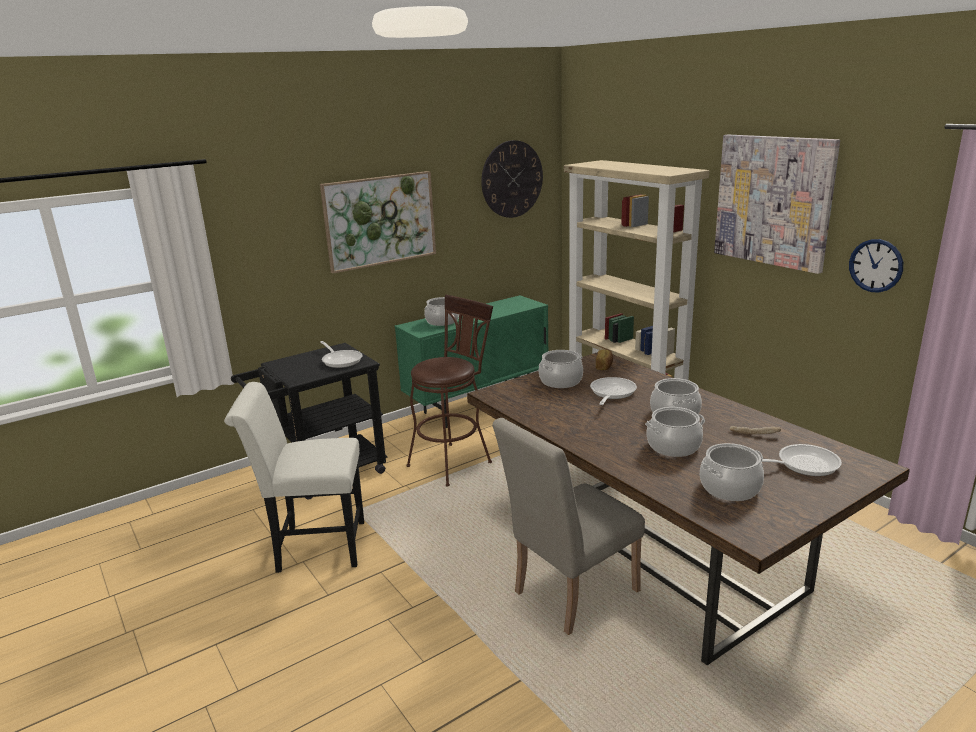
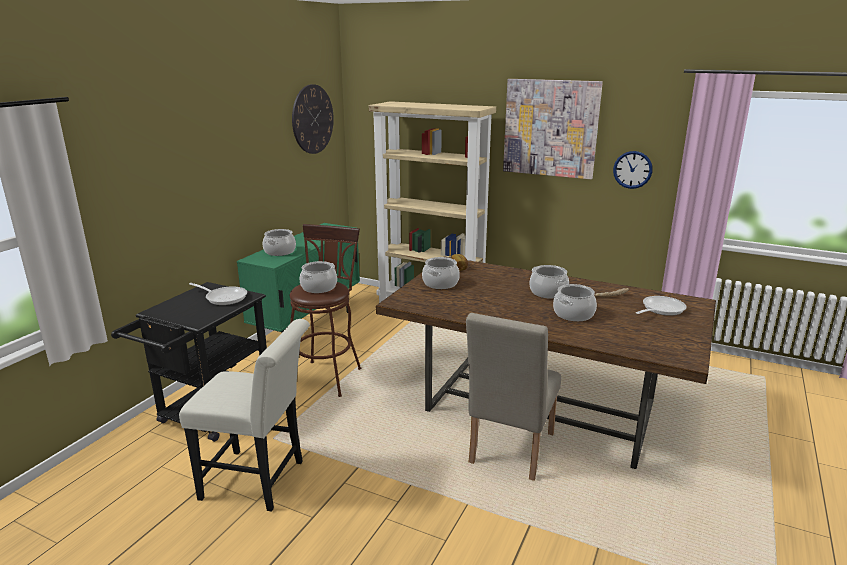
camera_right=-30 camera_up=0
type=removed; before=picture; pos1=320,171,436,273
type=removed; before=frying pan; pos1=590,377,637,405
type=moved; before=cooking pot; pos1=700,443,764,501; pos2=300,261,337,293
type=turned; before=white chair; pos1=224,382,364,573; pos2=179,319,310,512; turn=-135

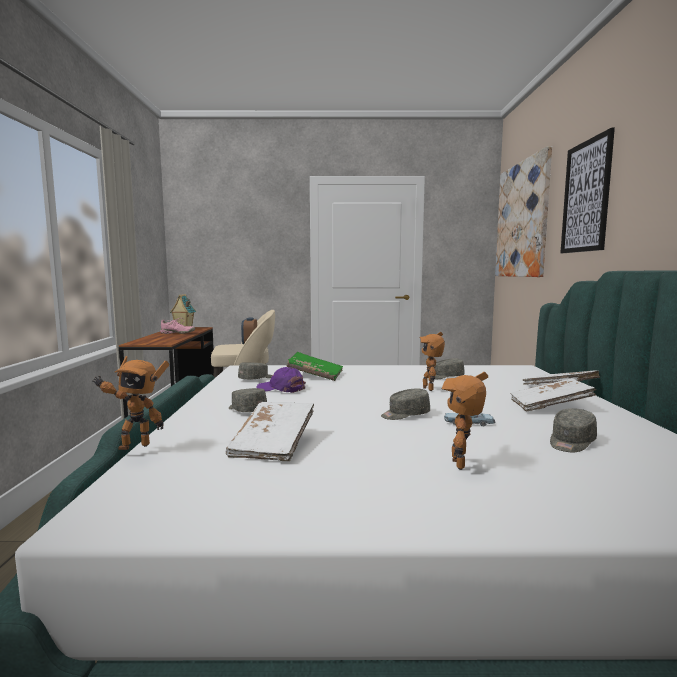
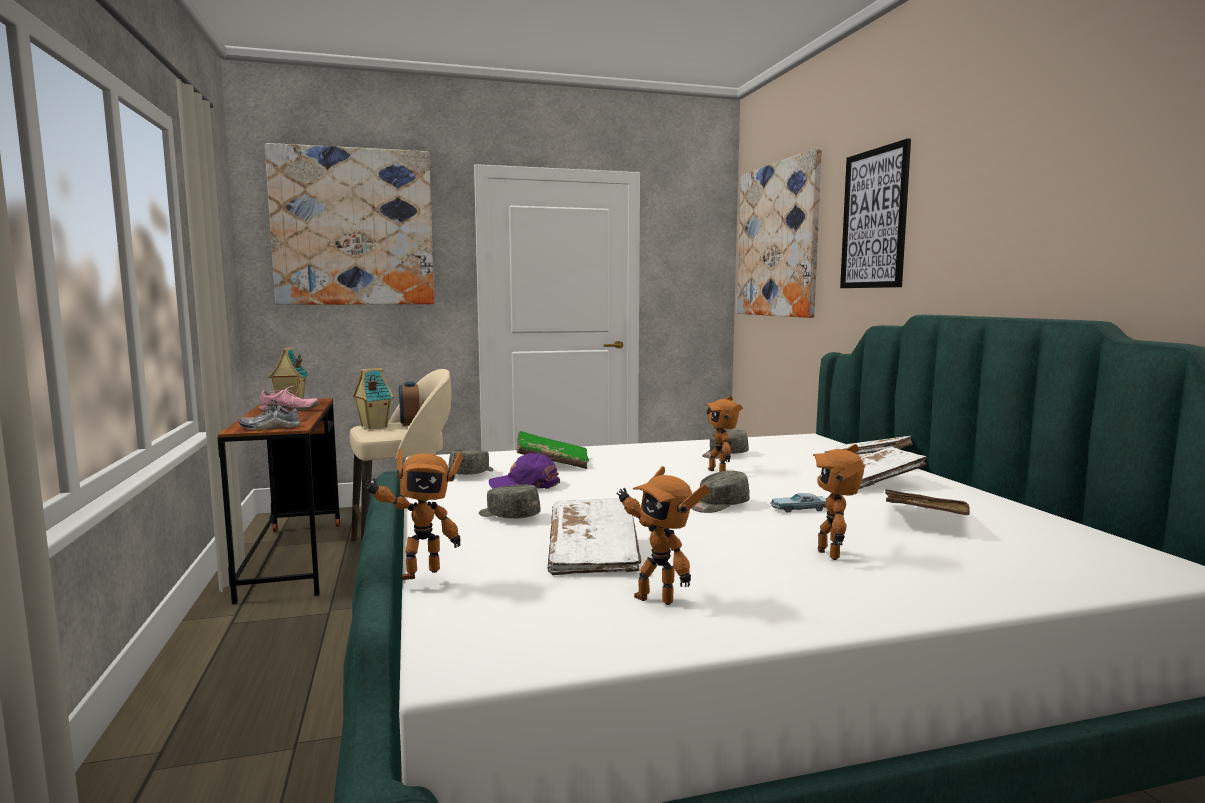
camera_right=-15 camera_up=0
type=added; after=shoe; pos2=239,400,300,430
type=added; after=picture; pos2=265,143,434,305
type=added; after=toy house; pos2=352,368,394,429
type=added; after=toy robot; pos2=617,466,710,605
type=replaced; before=grey cap; after=white book; pos1=550,408,597,452; pos2=885,489,970,515

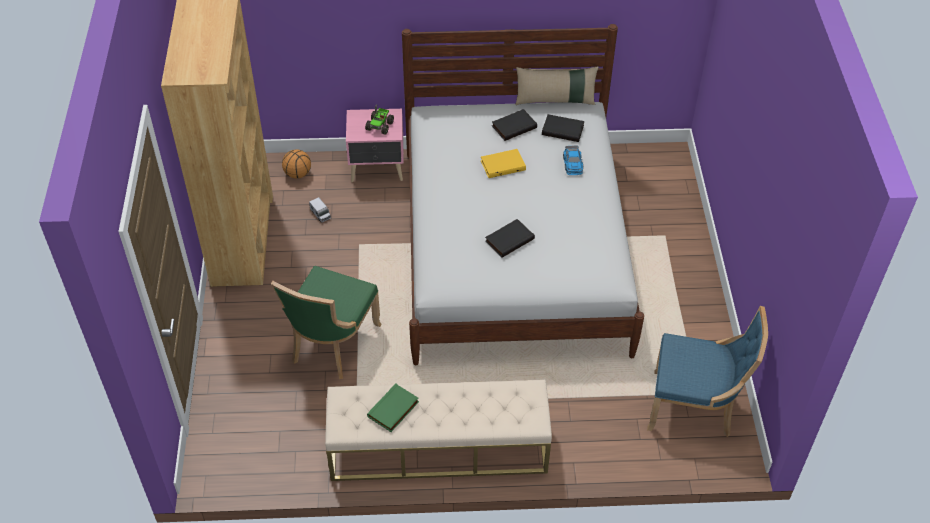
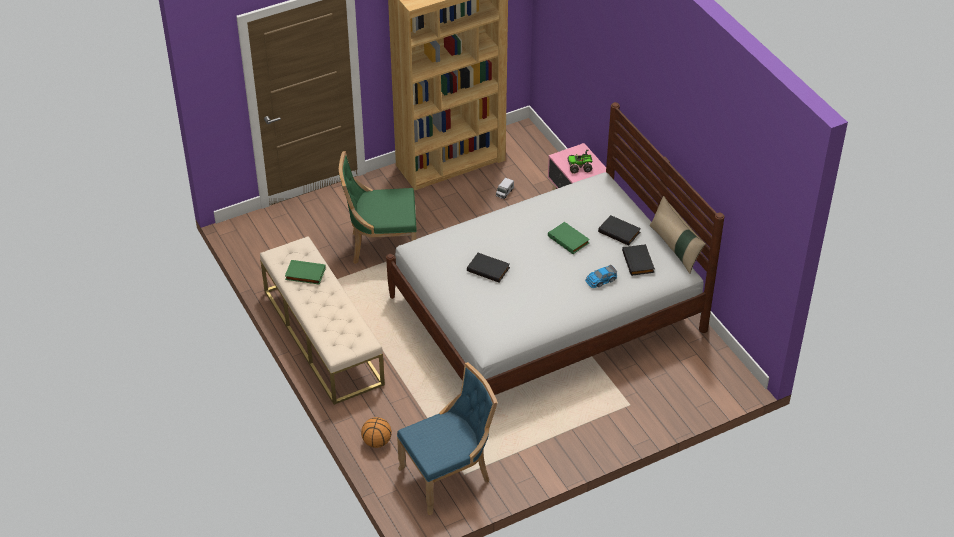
camera_right=65 camera_up=-5
type=moved; before=basketball; pos1=282,150,311,178; pos2=361,417,392,448
type=recoloured; before=yellow book; after=green book; pos1=481,149,526,178; pos2=548,222,590,254
type=turned; before=blue chair; pos1=647,306,768,437; pos2=397,362,498,515; turn=-105

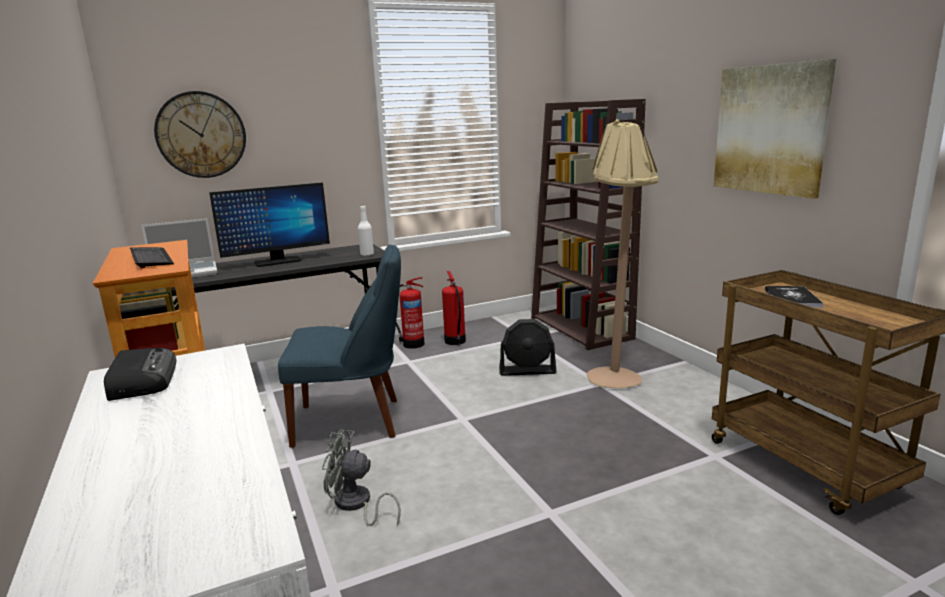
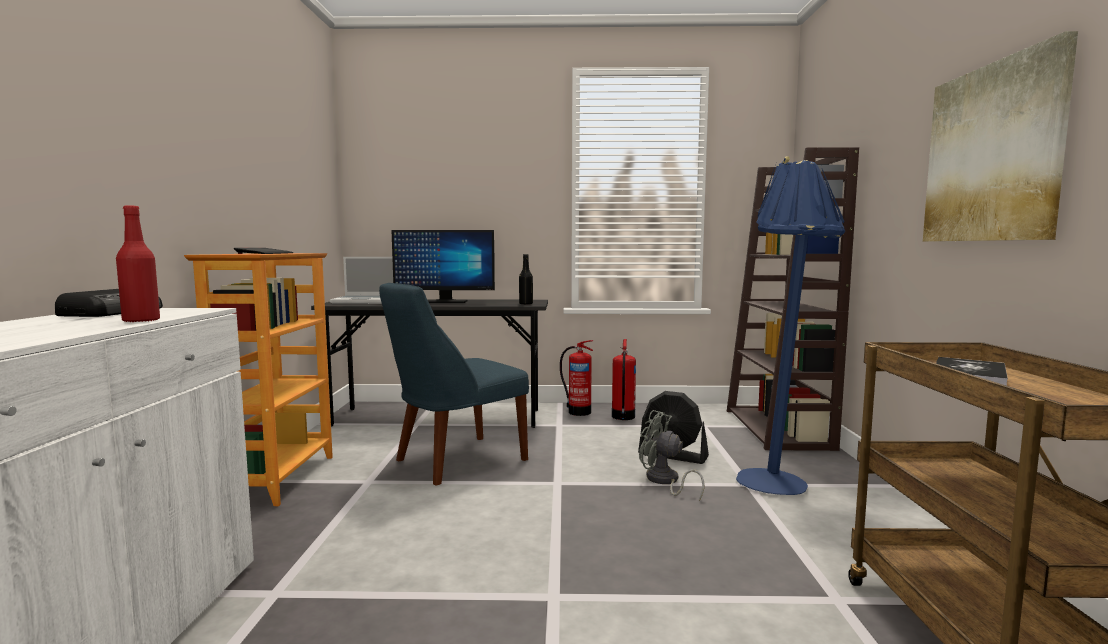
camera_right=25 camera_up=-10
type=removed; before=wall clock; pos1=154,91,246,178
type=added; after=red bottle; pos2=116,205,160,322
type=moved; before=grey fan; pos1=322,430,401,526; pos2=639,410,705,501
type=recoloured; before=white bottle; after=black bottle; pos1=358,205,374,256; pos2=519,254,533,304
type=recoloured; before=beige floor lamp; after=blue floor lamp; pos1=587,119,659,388; pos2=736,156,845,495
type=turned; before=blue chair; pos1=278,245,401,448; pos2=379,283,529,485; turn=120

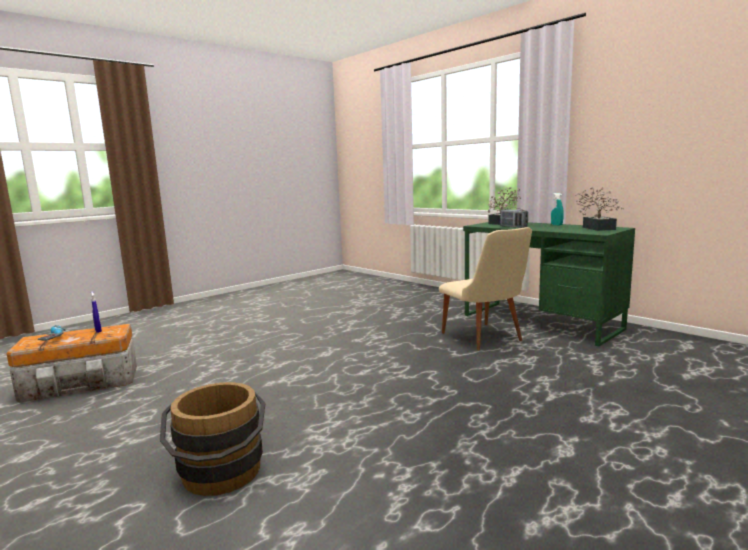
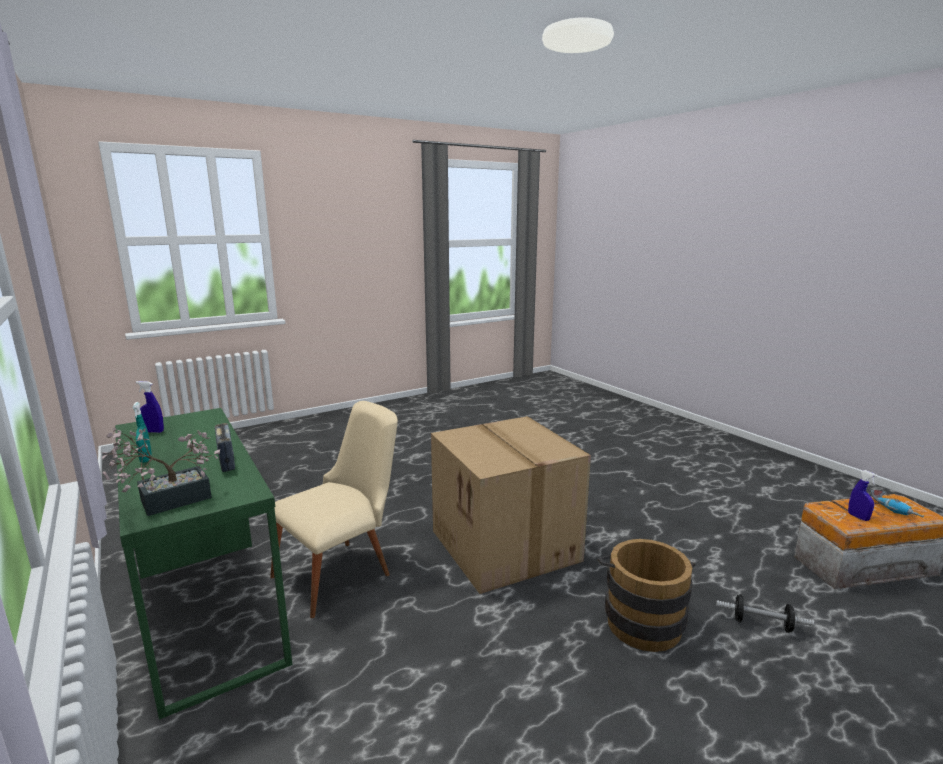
camera_right=-170 camera_up=5
type=added; after=cardboard box; pos2=431,416,591,594
type=added; after=dumbbell; pos2=716,594,815,633
type=moved; before=brown bucket; pos1=160,382,265,496; pos2=598,539,696,652
type=replaced; before=potted plant; after=blue spray bottle; pos1=575,187,624,231; pos2=136,381,164,433
type=turned; before=beige chair; pos1=439,227,532,351; pos2=270,401,398,618; turn=60

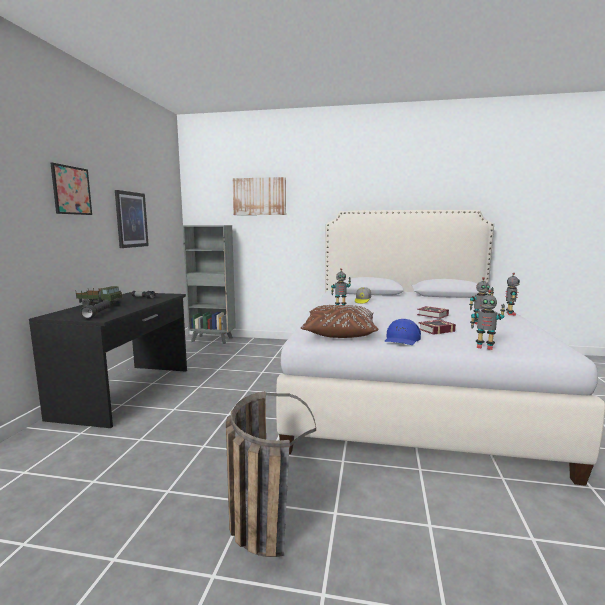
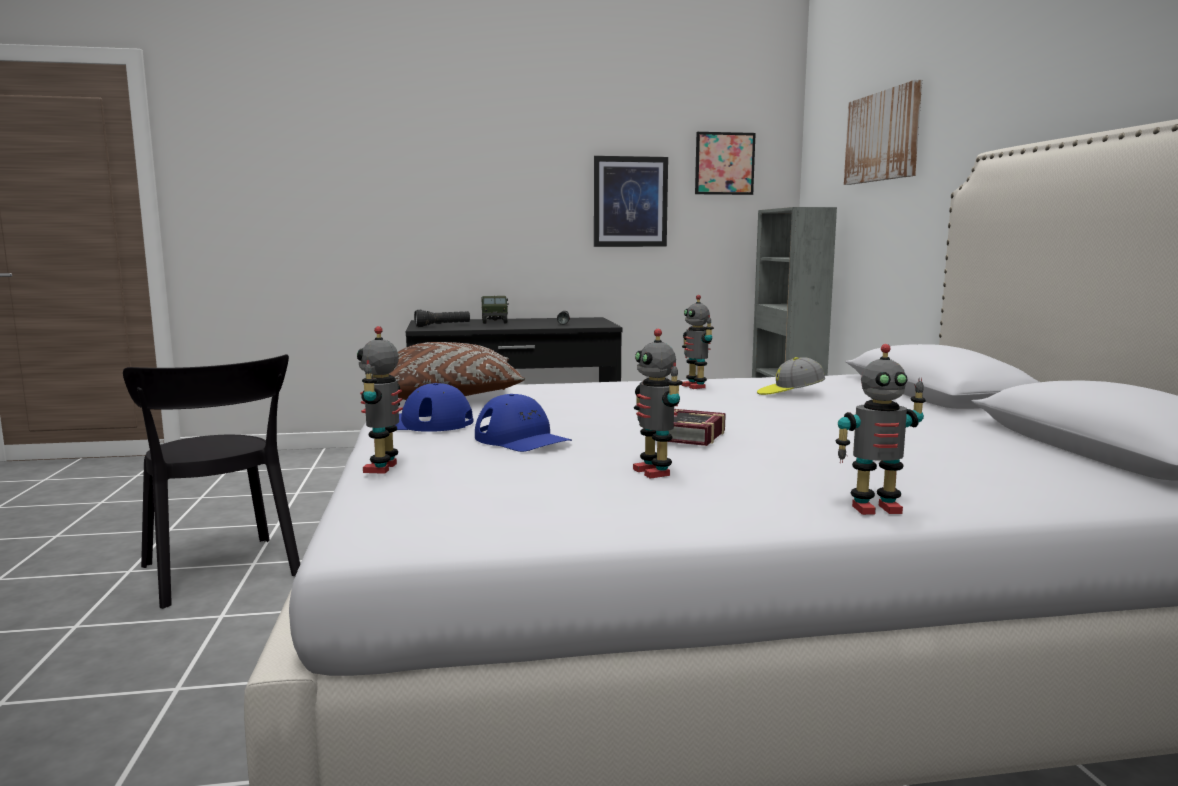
camera_right=70 camera_up=0
type=moved; before=picture; pos1=50,163,92,215; pos2=695,132,756,195
type=replaced; before=basket; after=black chair; pos1=226,391,316,557; pos2=123,354,300,609
type=replaced; before=book; after=blue cap; pos1=418,320,456,335; pos2=475,394,572,452

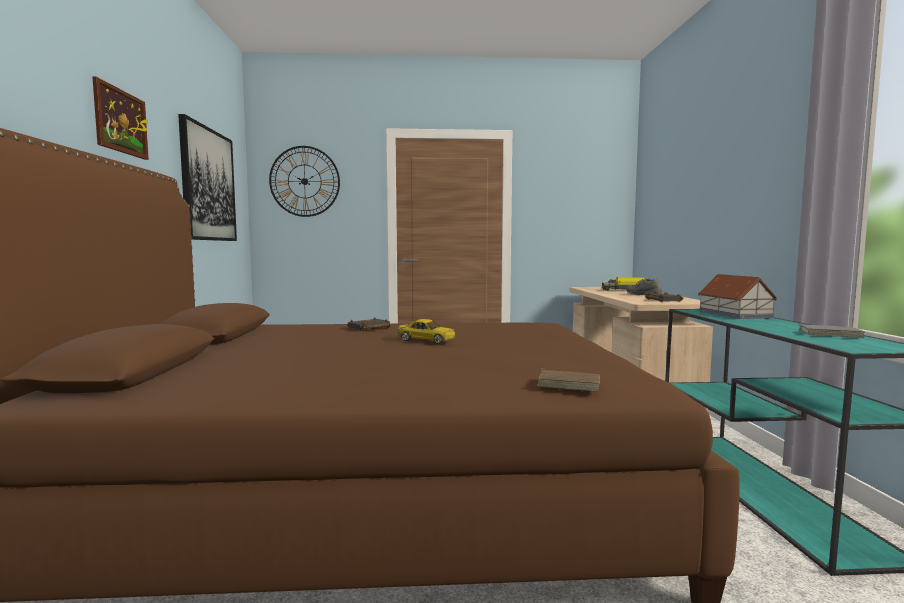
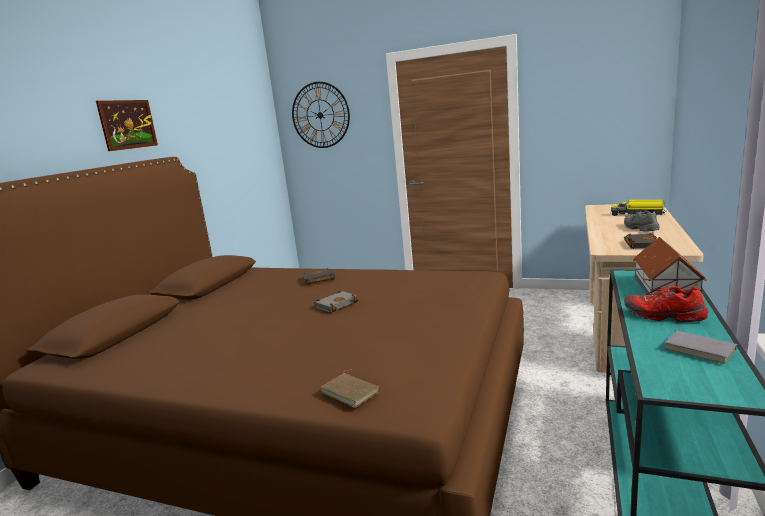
camera_right=25 camera_up=10
type=removed; before=picture; pos1=178,114,237,241
type=added; after=red shoe; pos2=624,285,708,322
type=replaced; before=yellow toy car; after=grey book; pos1=397,319,455,344; pos2=314,290,358,313

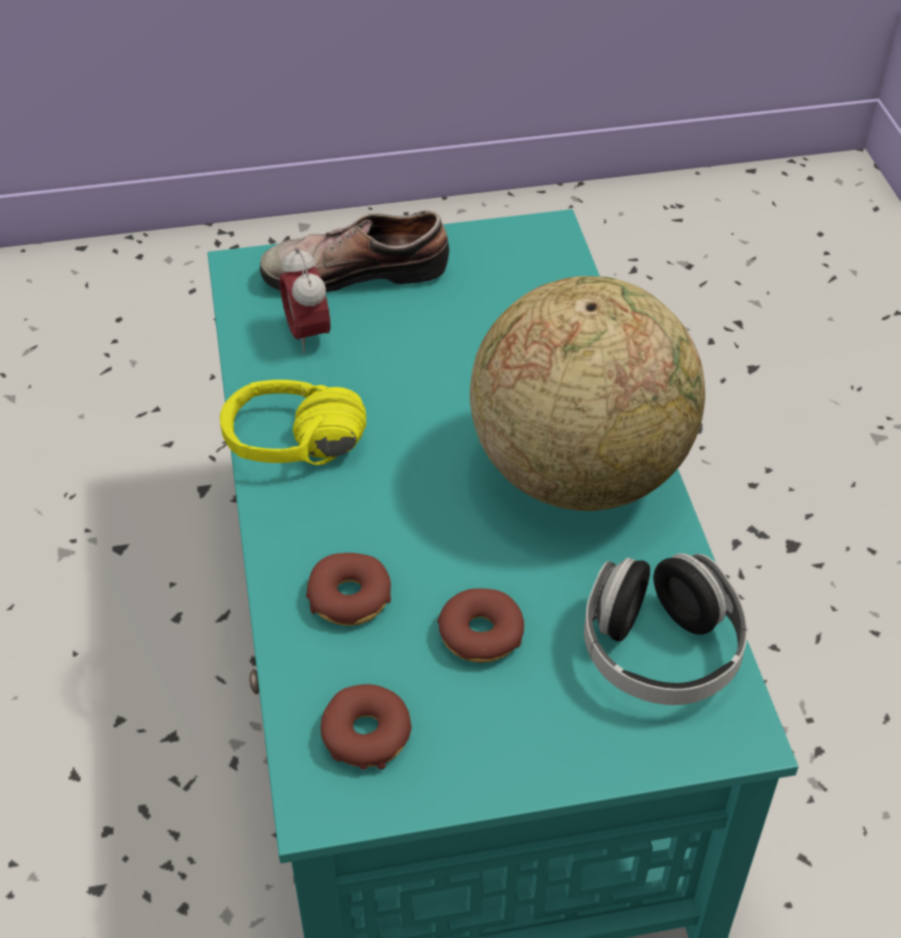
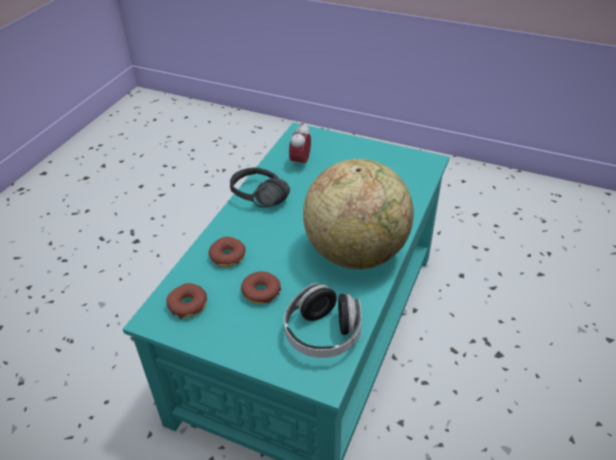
camera_right=35 camera_up=-5
type=removed; before=shoe; pos1=260,210,449,292
type=recoloured; before=yellow headphones; after=black headphones; pos1=220,380,366,465; pos2=230,167,290,208

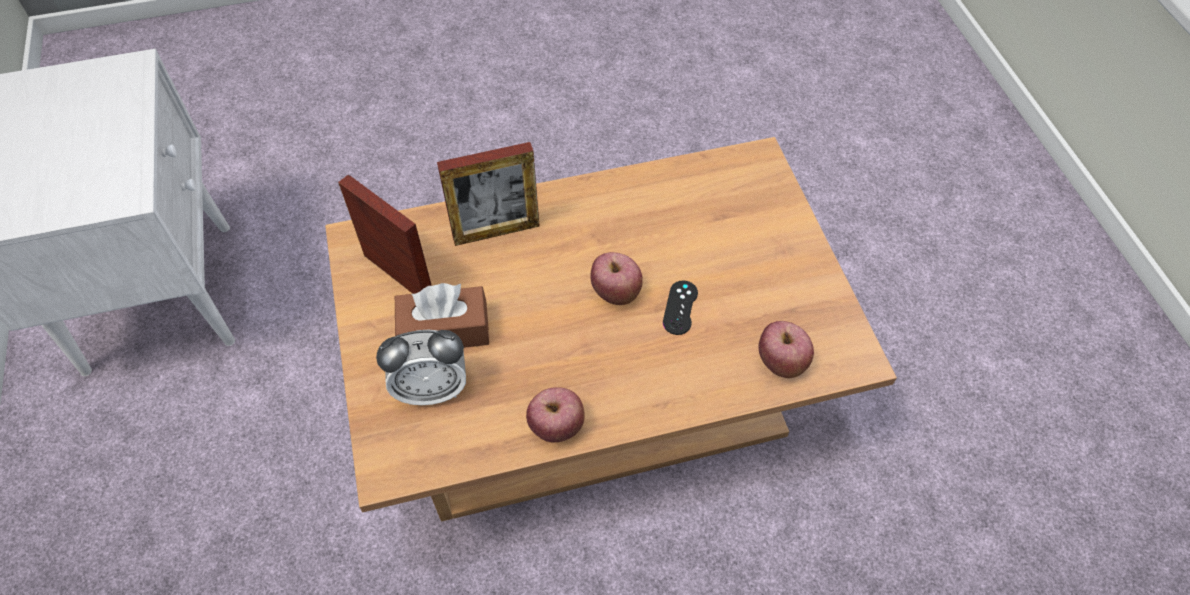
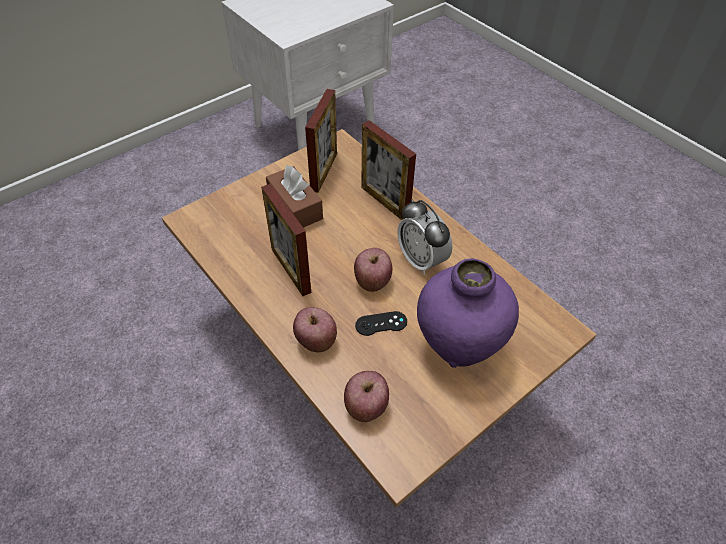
camera_right=65 camera_up=-5
type=added; after=picture frame; pos2=261,183,311,296
type=added; after=purple vase; pos2=417,258,519,368
type=moved; before=alarm clock; pos1=376,330,466,405; pos2=397,200,452,275
type=moved; before=apple; pos1=526,387,585,442; pos2=293,307,337,352

